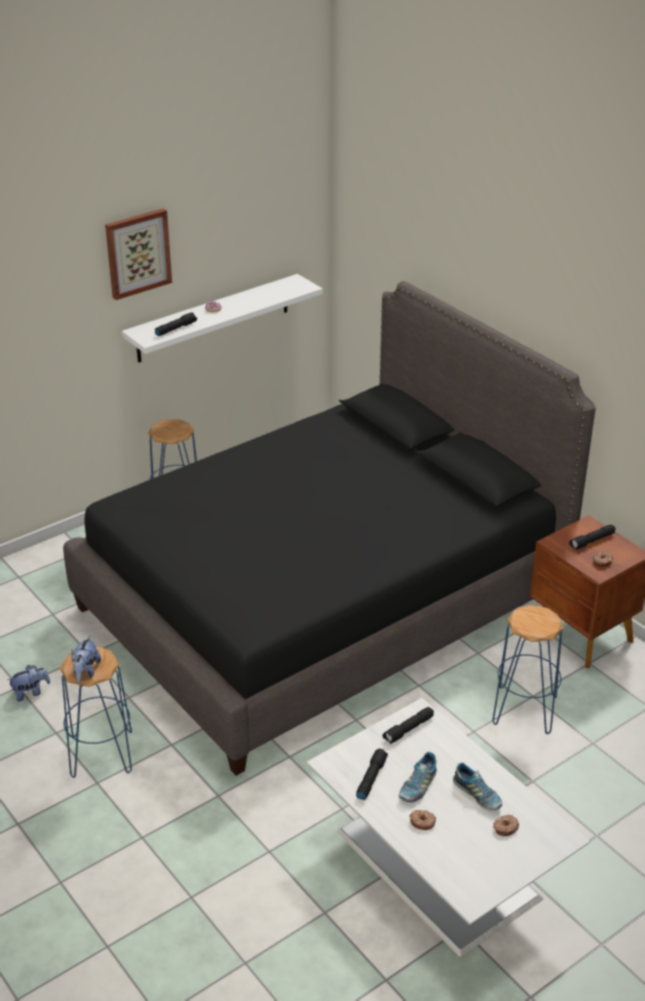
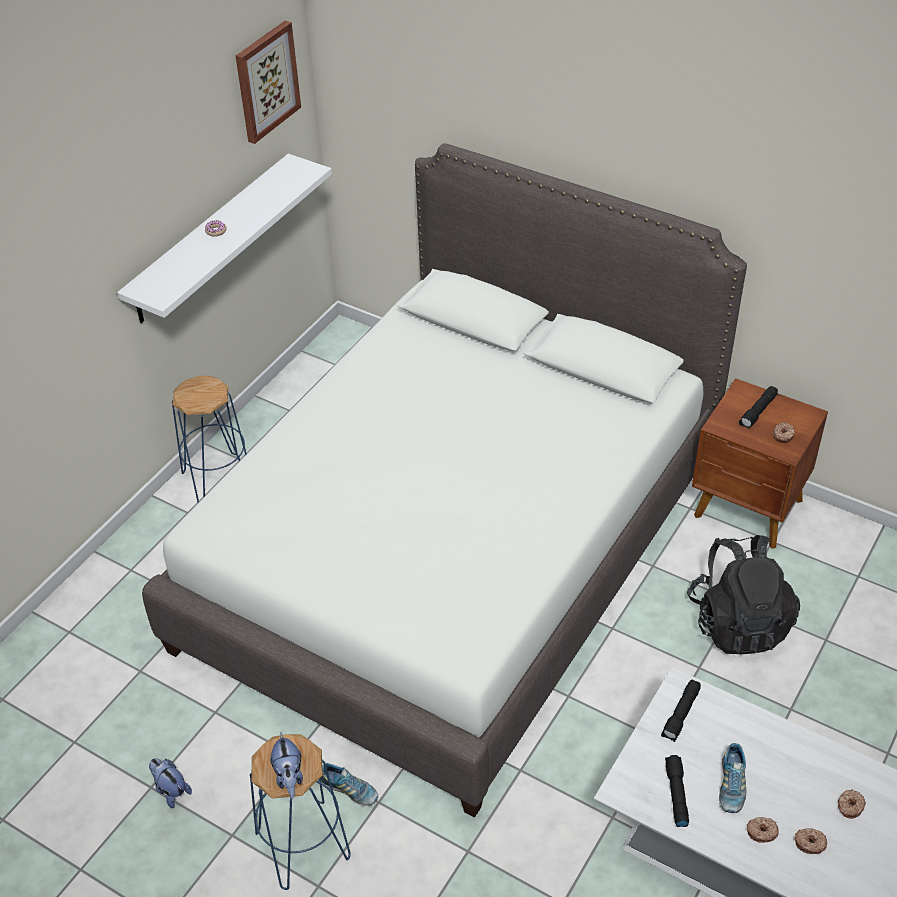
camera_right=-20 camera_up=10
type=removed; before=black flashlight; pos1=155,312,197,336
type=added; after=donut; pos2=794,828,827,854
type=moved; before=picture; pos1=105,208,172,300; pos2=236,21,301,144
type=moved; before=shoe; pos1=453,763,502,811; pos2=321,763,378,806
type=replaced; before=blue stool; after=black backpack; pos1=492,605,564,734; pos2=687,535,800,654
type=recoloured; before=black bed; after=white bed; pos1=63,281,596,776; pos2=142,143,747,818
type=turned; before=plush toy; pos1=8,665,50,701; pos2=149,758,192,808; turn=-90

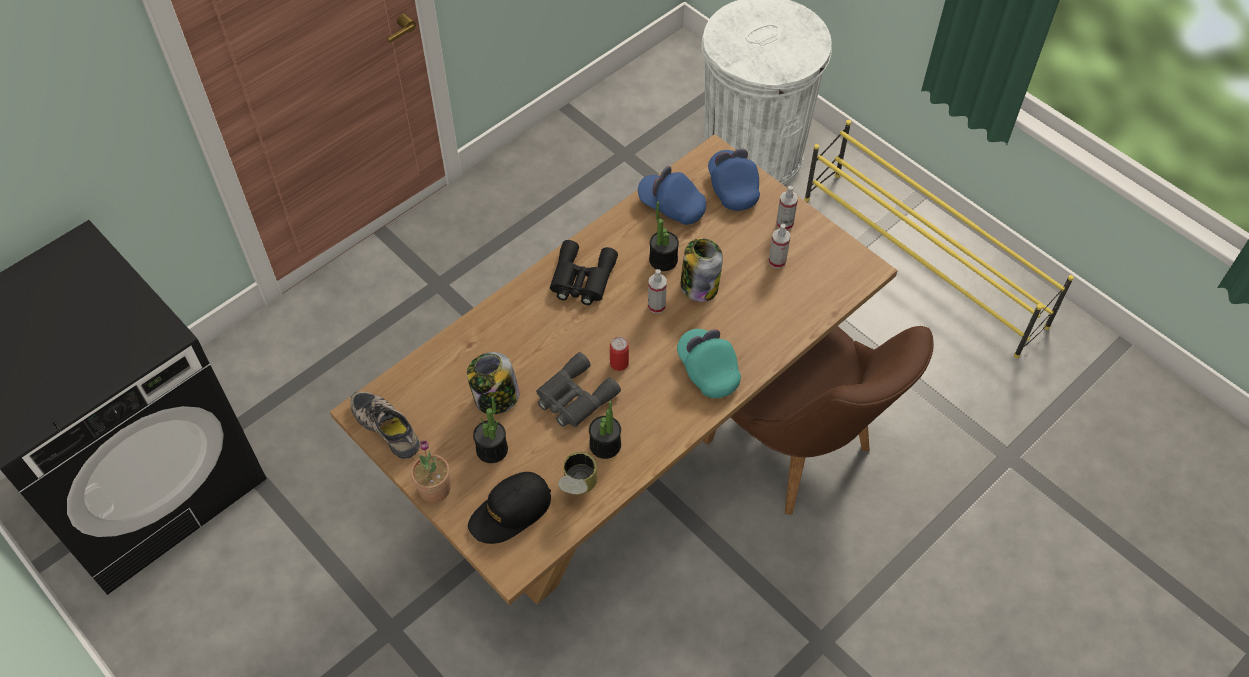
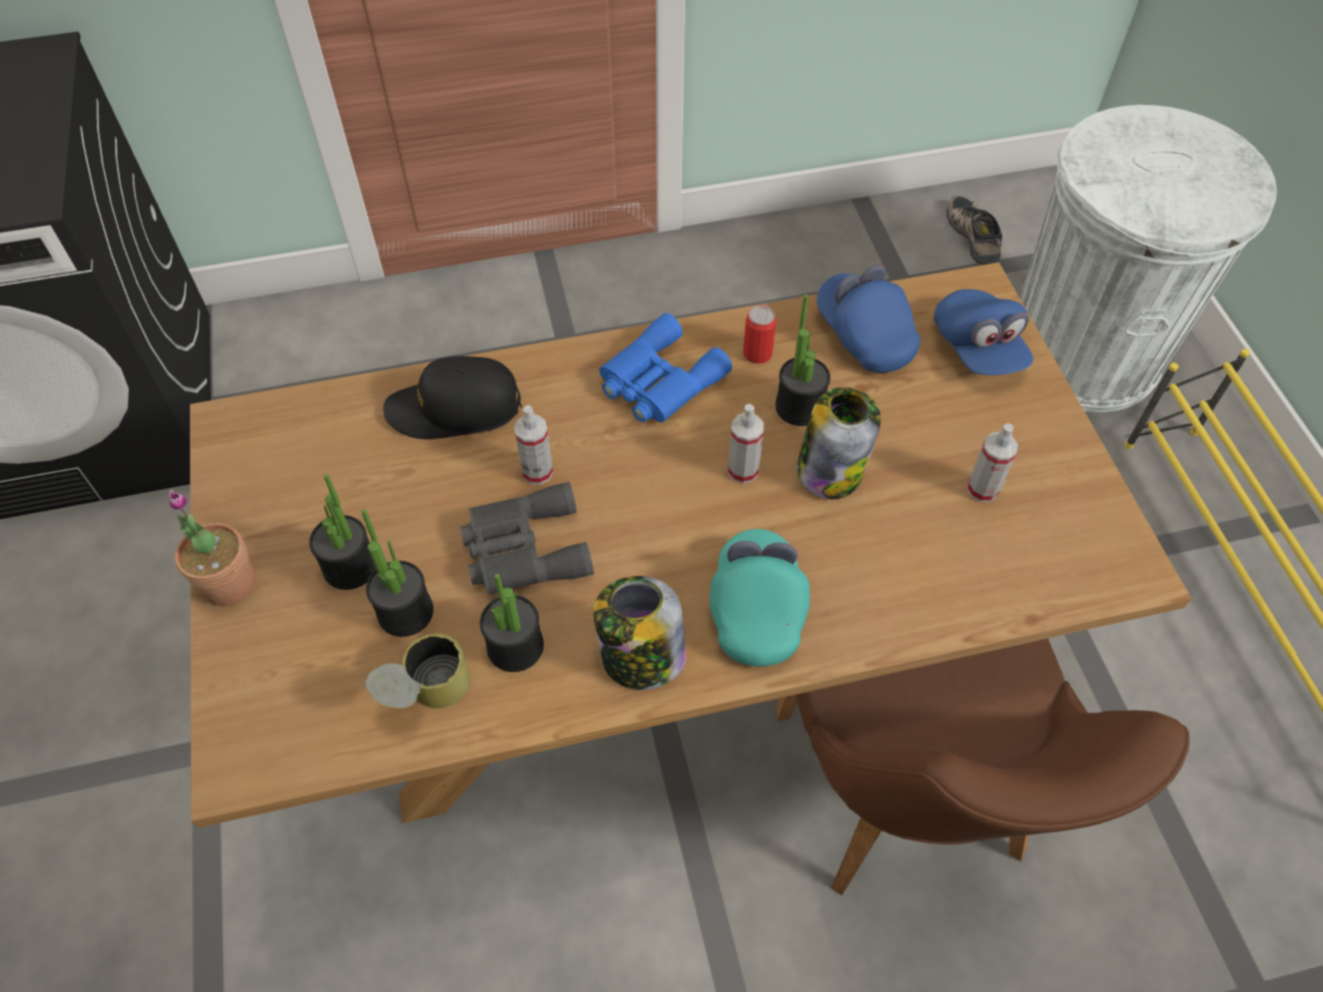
camera_right=30 camera_up=0
type=added; after=potted plant; pos2=361,509,434,637
type=moved; before=shoe; pos1=350,391,420,459; pos2=946,195,1002,265
type=moved; before=jar; pos1=467,352,519,414; pos2=594,576,686,690
type=moved; before=black cap; pos1=468,472,551,544; pos2=383,356,522,439
type=moved; before=can; pos1=610,337,629,371; pos2=743,305,776,364
type=moved; before=spray bottle; pos1=776,186,798,231; pos2=514,405,553,485
type=recoloured; before=black binoculars; after=blue binoculars; pos1=550,240,618,305; pos2=599,313,732,422
type=turned; before=blue cap; pos1=708,149,760,211; pos2=934,289,1033,375; turn=150

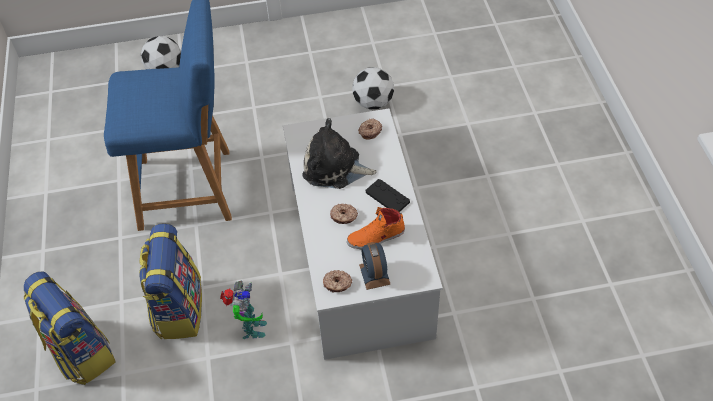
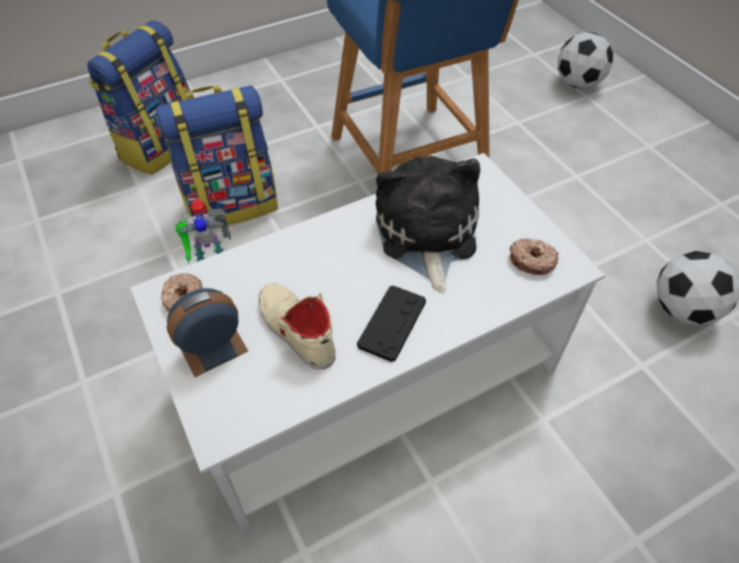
camera_right=70 camera_up=0
type=removed; before=donut; pos1=330,204,358,224
type=recoloured; before=orange shoe; after=beige shoe; pos1=347,207,405,249; pos2=259,283,336,370

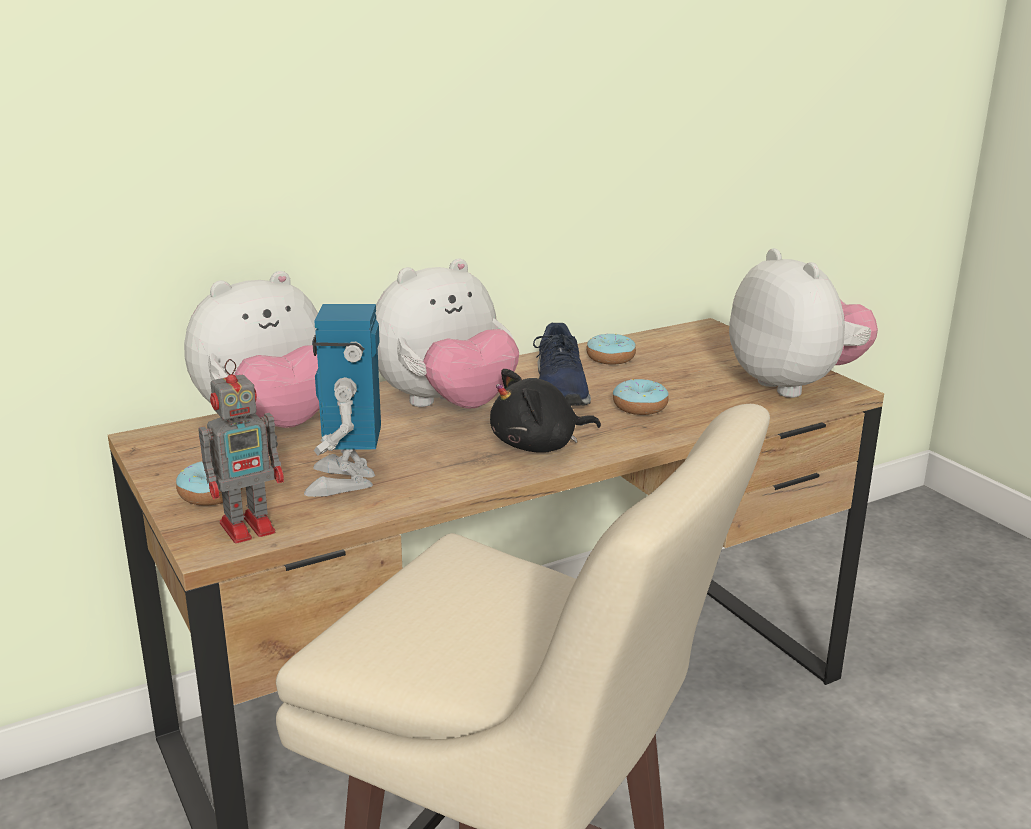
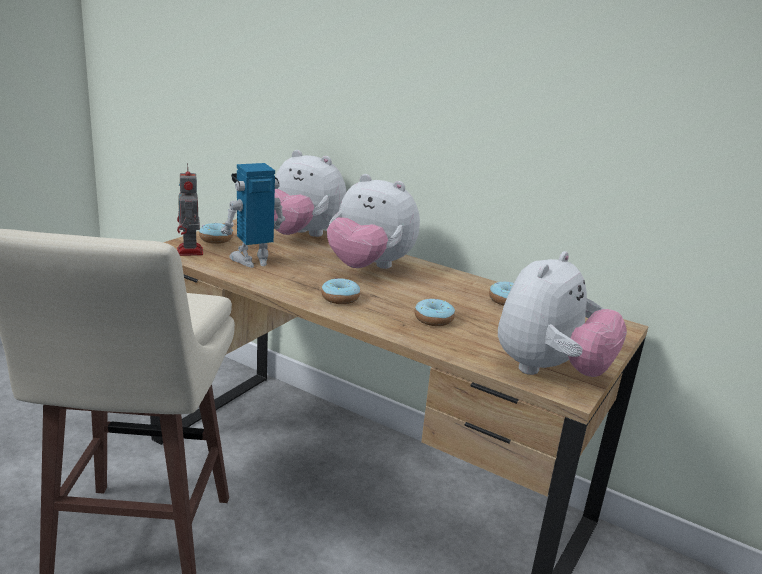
camera_right=60 camera_up=0
type=removed; before=blue shoe; pos1=533,323,591,406
type=replaced; before=black plush toy; after=donut; pos1=490,369,601,453; pos2=321,278,360,304
type=turned; before=toy robot; pos1=199,359,284,544; pos2=177,163,203,256; turn=45

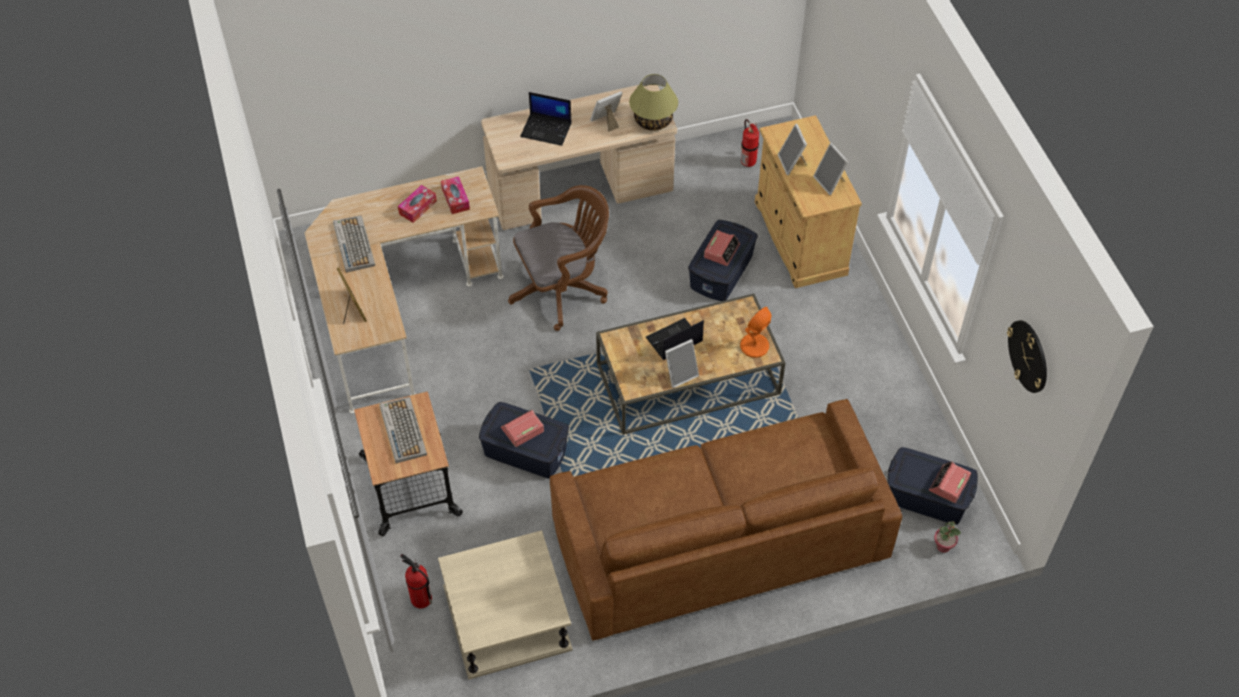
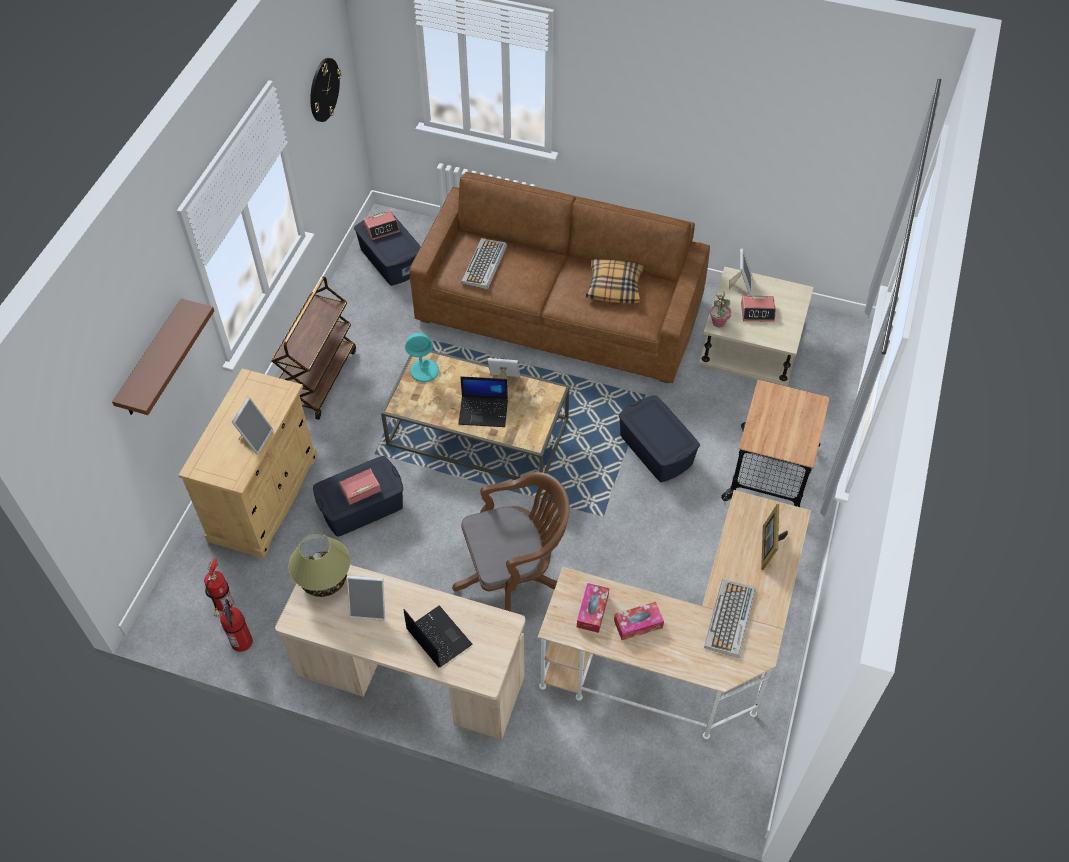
camera_right=-145 camera_up=0
type=added; after=brown shelf; pos2=112,299,214,415
type=added; after=brown cart; pos2=272,277,356,420
type=added; after=pillow; pos2=586,259,644,303
type=moved; before=keyboard; pos1=379,397,427,463; pos2=461,238,507,289
type=moved; before=fire extinguisher; pos1=400,554,432,609; pos2=220,599,253,652
type=moved; before=alarm clock; pos1=501,410,544,447; pos2=741,296,776,322
type=moved; before=picture frame; pos1=813,143,849,195; pos2=729,248,753,296
type=moved; before=potted plant; pos1=934,521,961,553; pos2=710,294,731,327
type=recoloured; before=orange table lamp; after=turquoise table lamp; pos1=740,307,771,358; pos2=405,333,439,382
type=turned; before=brown office chair; pos1=508,185,609,331; pos2=452,472,570,612; turn=150

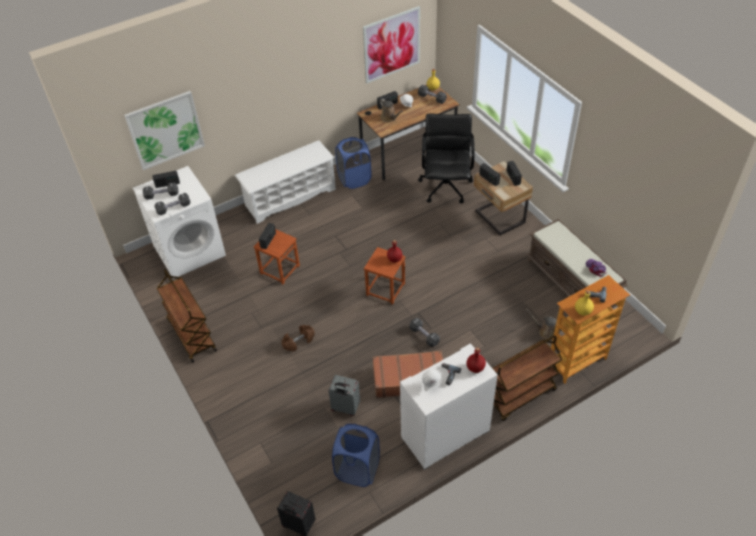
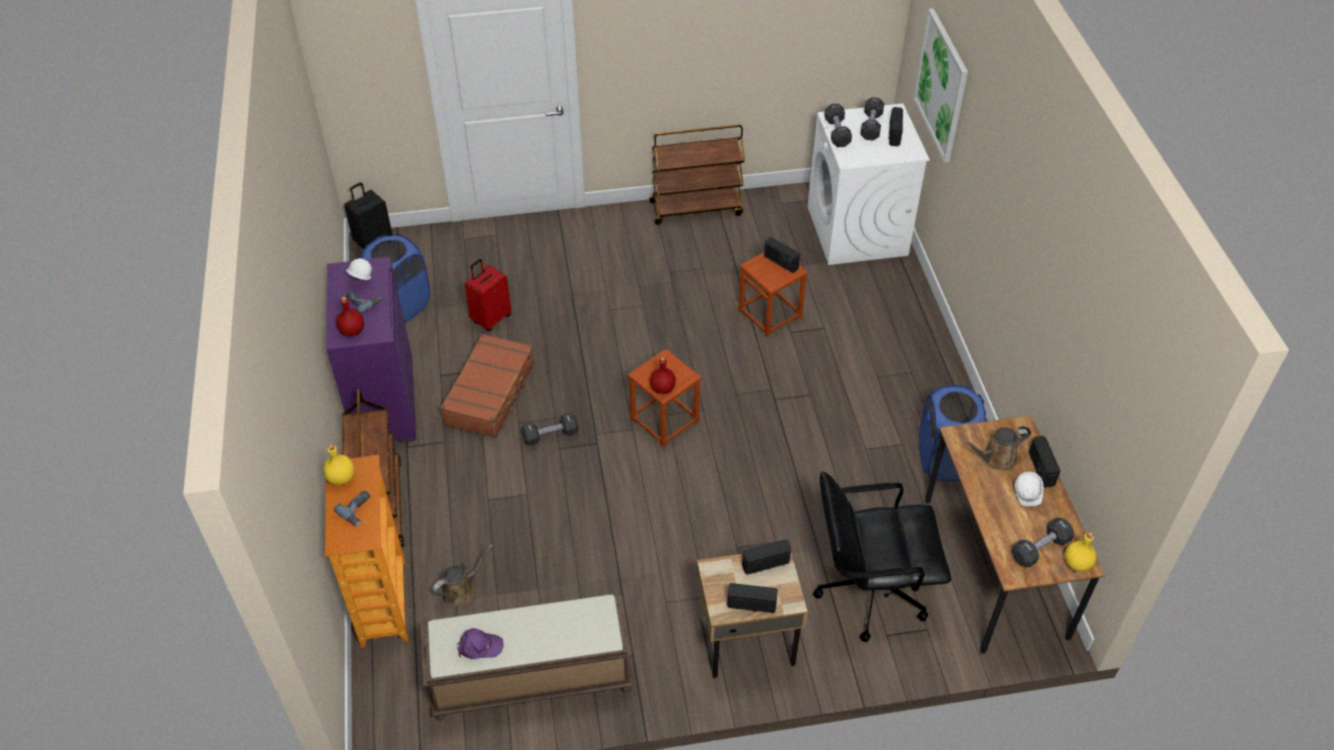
camera_right=110 camera_up=0
type=removed; before=white shoe rack; pos1=235,140,336,224
type=removed; before=brown dumbbell; pos1=281,325,315,352
type=removed; before=picture; pos1=363,6,420,83
type=recoloured; before=grey suitcase; after=red suitcase; pos1=328,375,360,416; pos2=464,259,511,331
type=recoloured; before=white cabinet; after=purple cabinet; pos1=400,344,498,470; pos2=326,257,416,442
type=turned; before=black office chair; pos1=418,113,475,203; pos2=813,472,951,642; turn=150

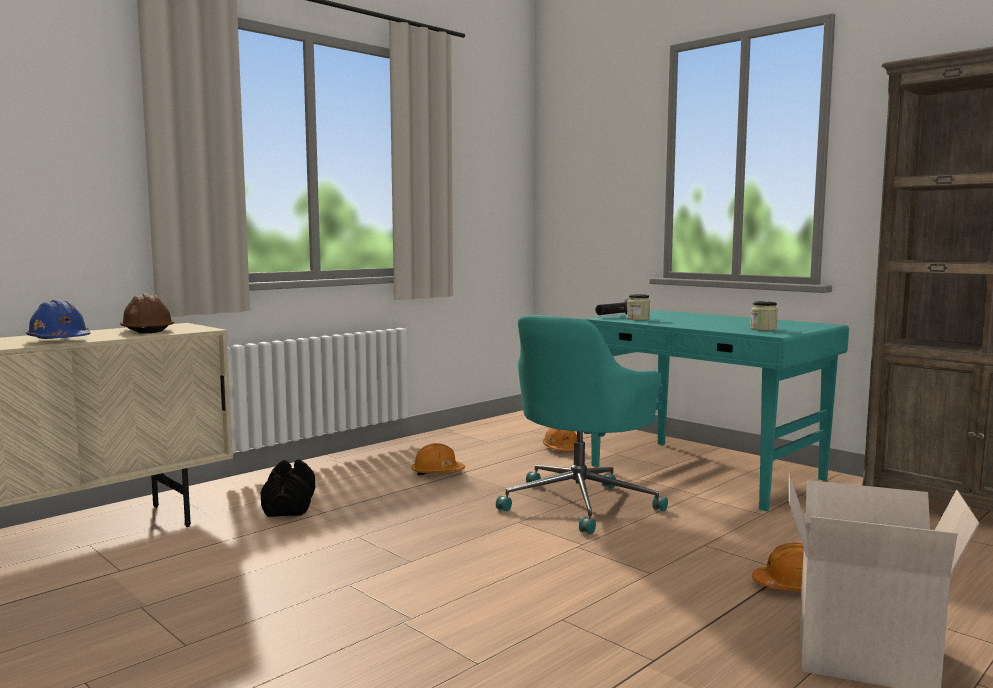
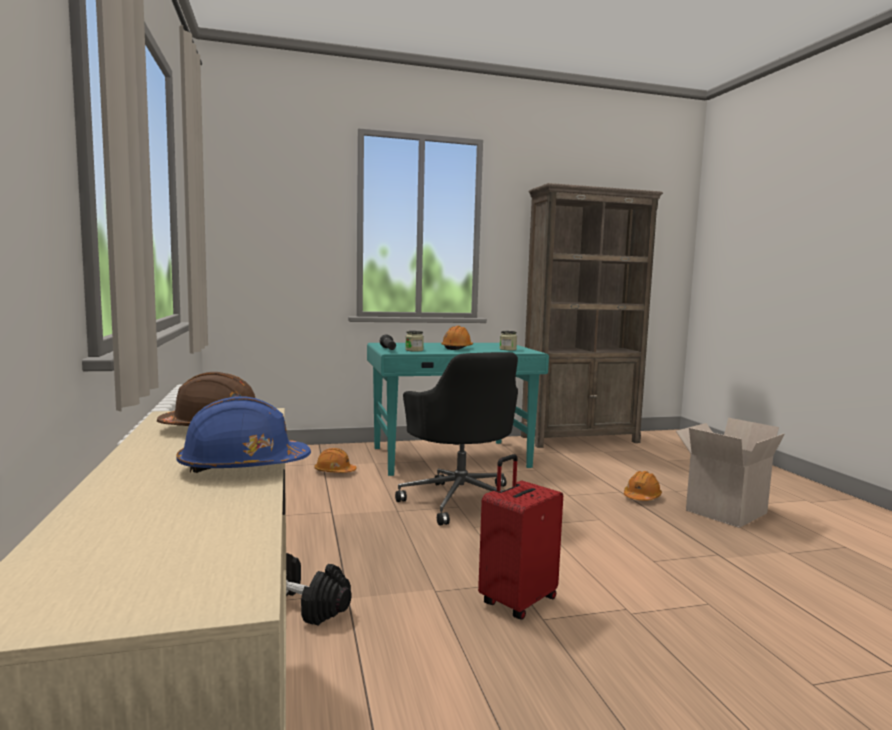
camera_right=-60 camera_up=0
type=added; after=red suitcase; pos2=478,454,563,620
type=moved; before=orange hard hat; pos1=412,443,465,475; pos2=441,326,473,350
type=recoloured; before=turquoise office chair; after=black office chair; pos1=496,315,668,534; pos2=395,352,518,526

